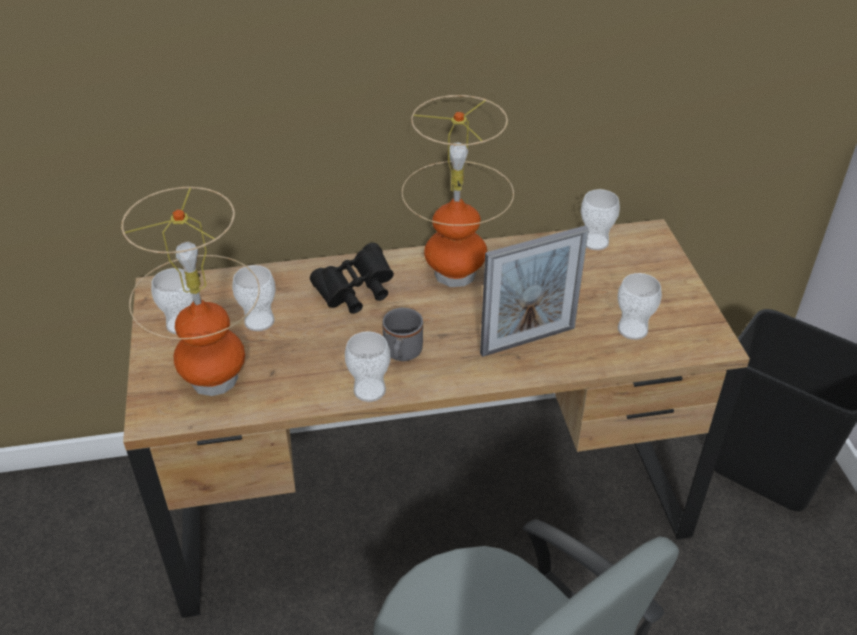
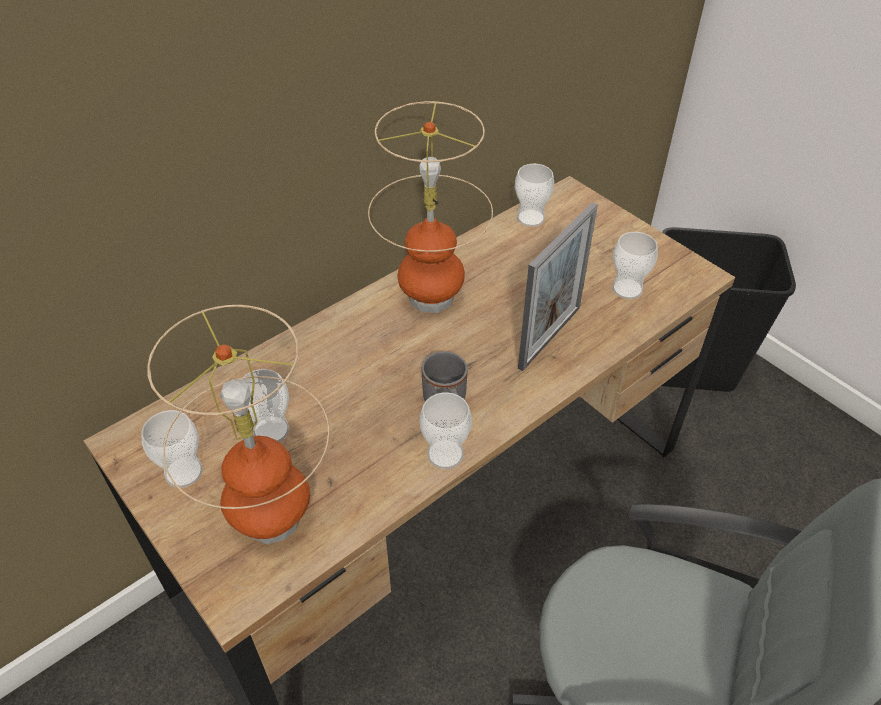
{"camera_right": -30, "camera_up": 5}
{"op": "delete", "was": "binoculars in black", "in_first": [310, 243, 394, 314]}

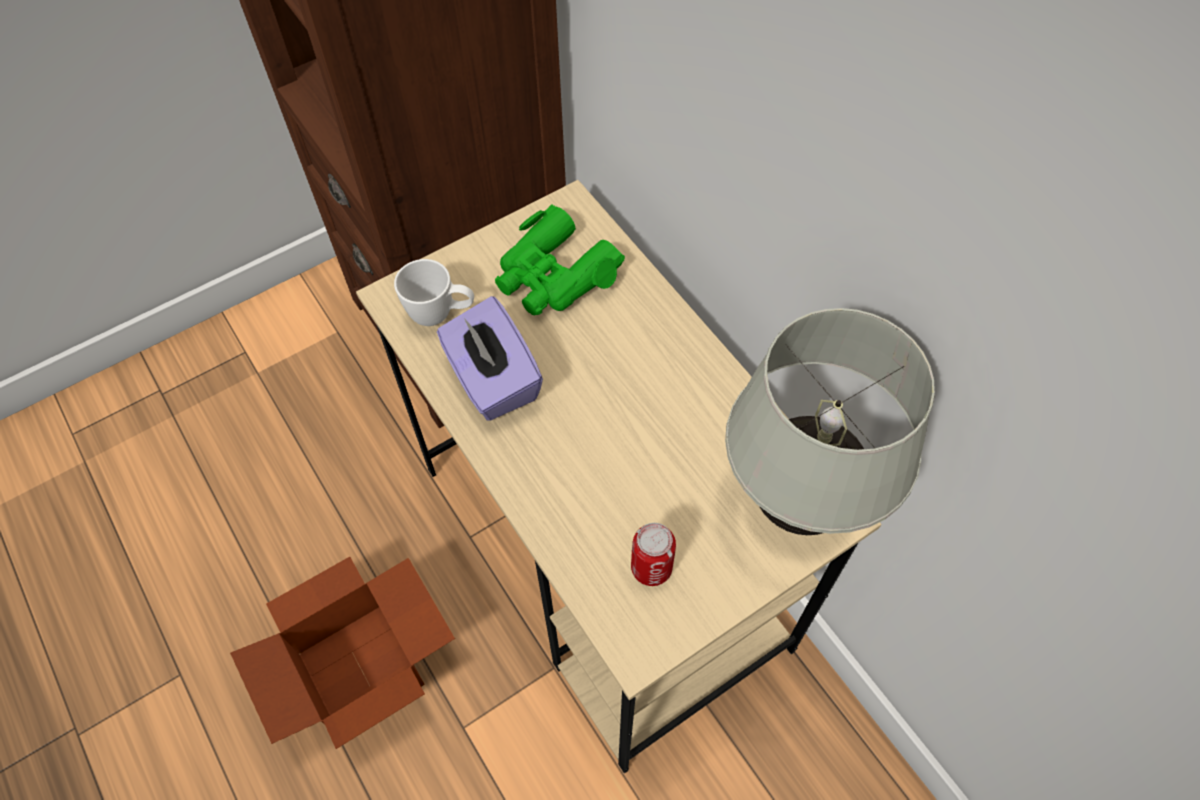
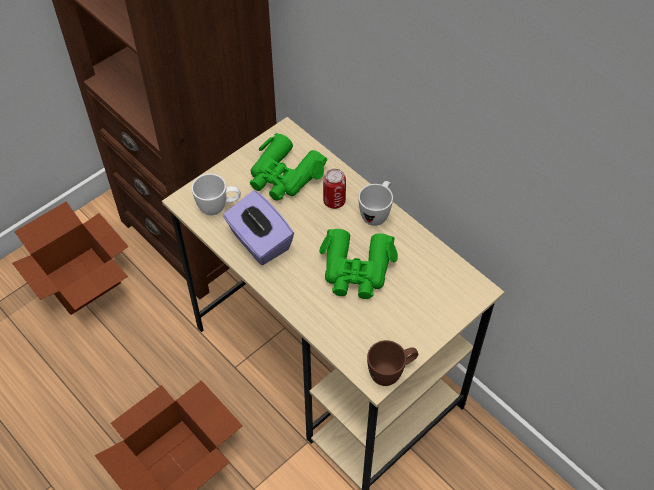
{"camera_right": -10, "camera_up": -5}
{"op": "delete", "was": "table lamp in white", "in_first": [725, 308, 935, 535]}
{"op": "move", "was": "can", "in_first": [631, 523, 676, 586], "in_second": [323, 168, 346, 209]}
{"op": "insert", "now": "mug in white", "in_second": [358, 181, 393, 226]}
{"op": "insert", "now": "cardboard box", "in_second": [12, 201, 129, 315]}
{"op": "insert", "now": "binoculars in green", "in_second": [319, 229, 398, 299]}
{"op": "insert", "now": "mug in brown", "in_second": [367, 340, 418, 386]}

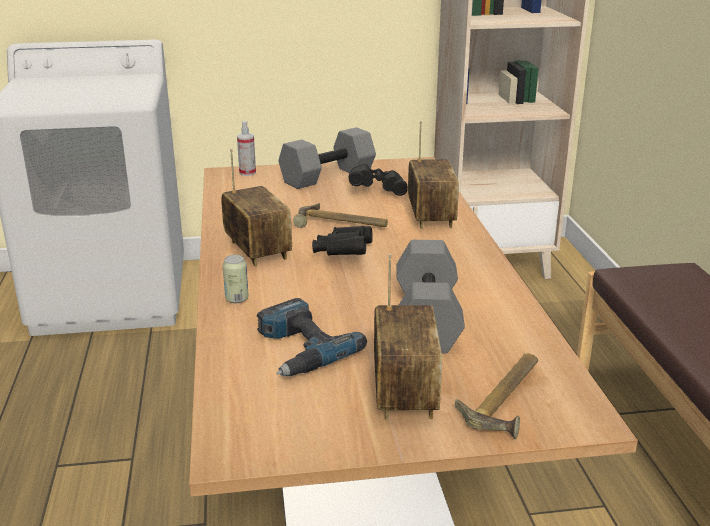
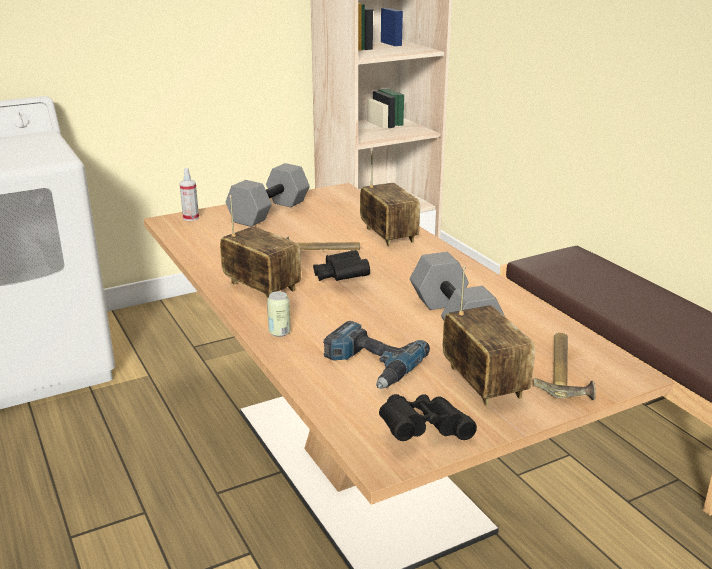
{"camera_right": -20, "camera_up": 0}
{"op": "move", "was": "binoculars in black", "in_first": [348, 164, 408, 196], "in_second": [379, 394, 477, 441]}

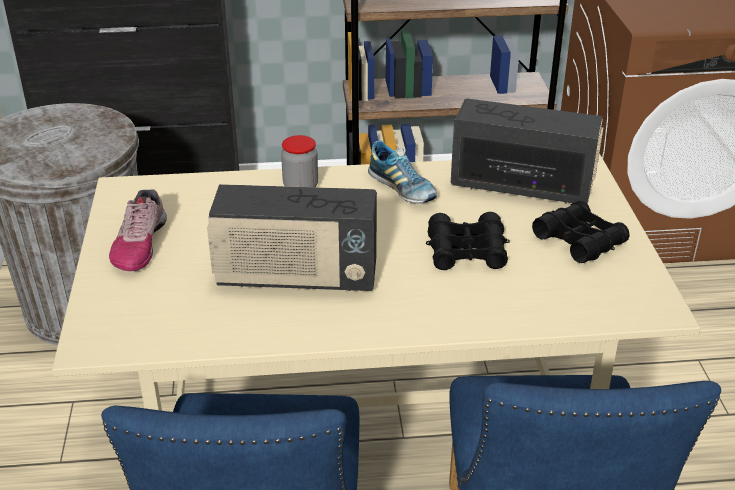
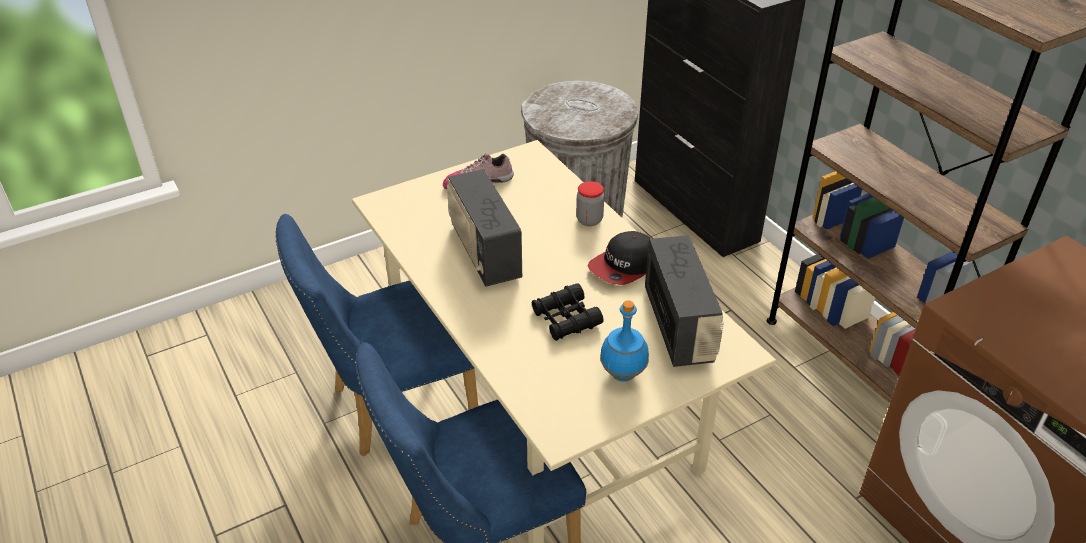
{"camera_right": 65, "camera_up": 5}
{"op": "replace", "was": "shoe", "now": "cap", "in_first": [368, 141, 437, 203], "in_second": [588, 231, 651, 285]}
{"op": "replace", "was": "binoculars in black", "now": "bottle in blue", "in_first": [532, 200, 630, 263], "in_second": [600, 301, 649, 382]}

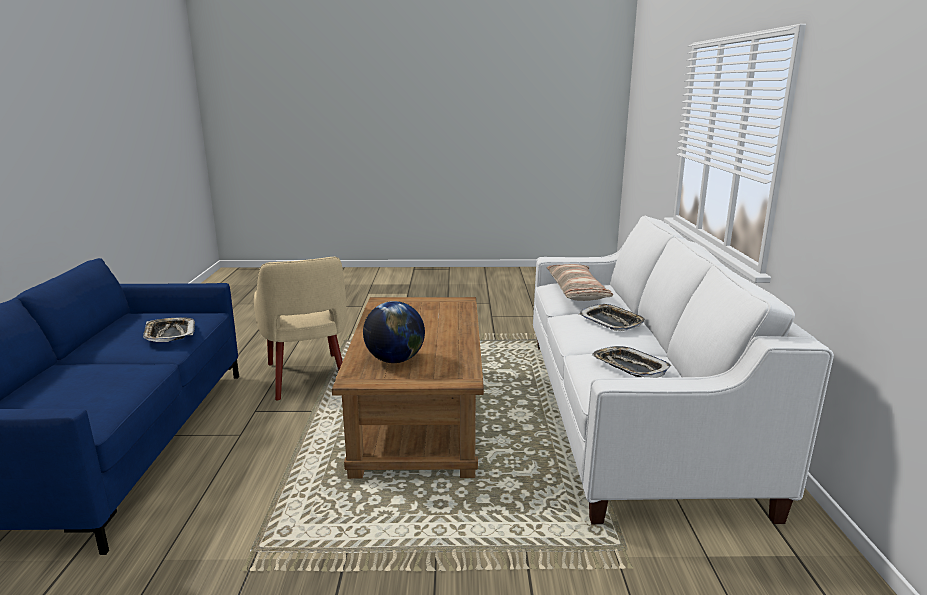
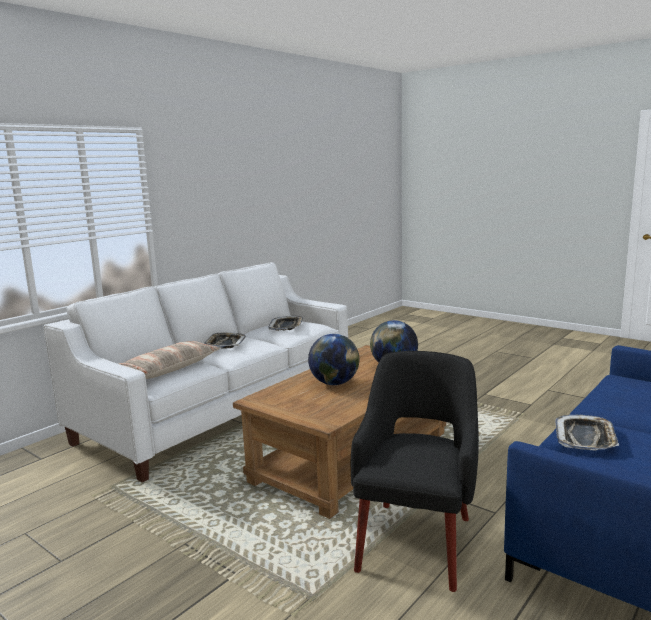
{"camera_right": -140, "camera_up": -5}
{"op": "recolor", "was": "armchair in beige", "now": "armchair in black", "in_first": [254, 257, 346, 400], "in_second": [351, 351, 479, 592]}
{"op": "insert", "now": "globe", "in_second": [308, 334, 359, 385]}

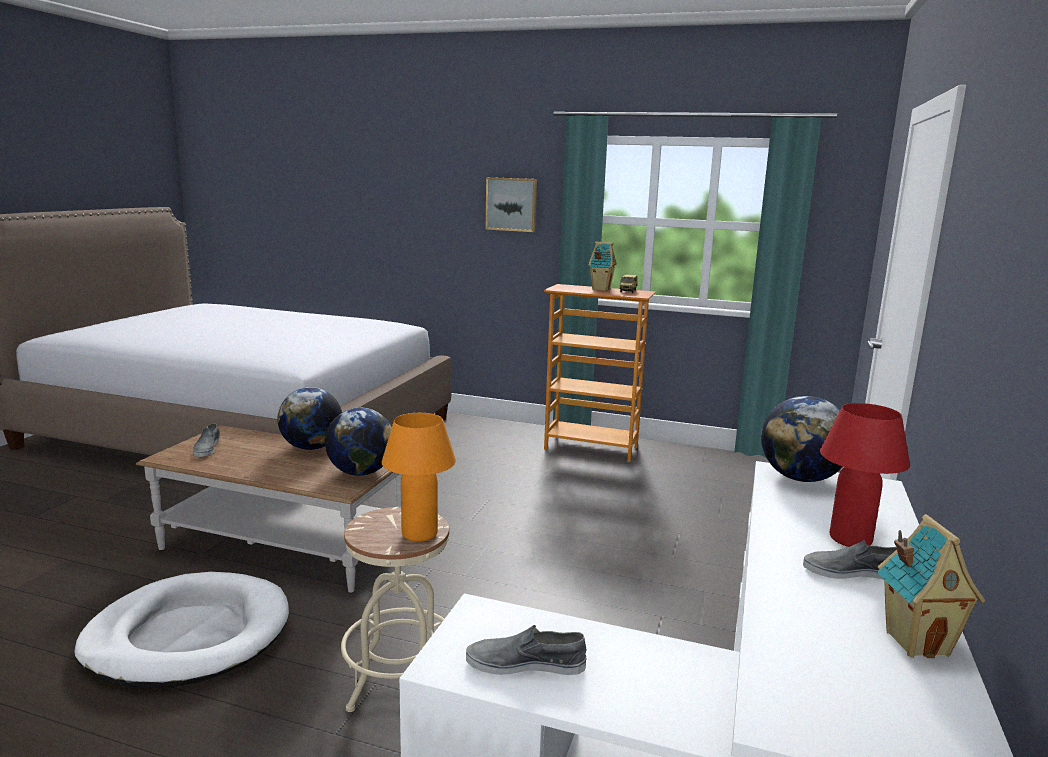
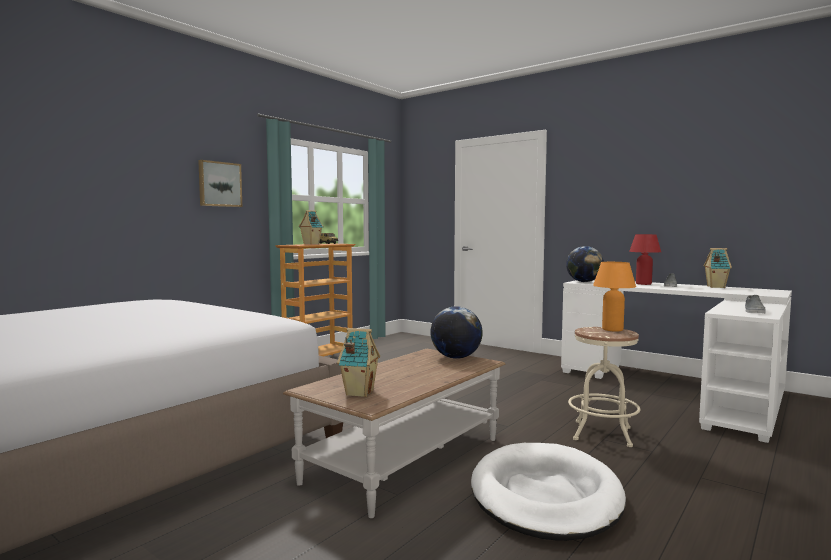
{"camera_right": -70, "camera_up": -10}
{"op": "delete", "was": "globe", "in_first": [277, 387, 342, 450]}
{"op": "replace", "was": "shoe in grey", "now": "toy house", "in_first": [193, 423, 220, 457], "in_second": [337, 328, 380, 397]}

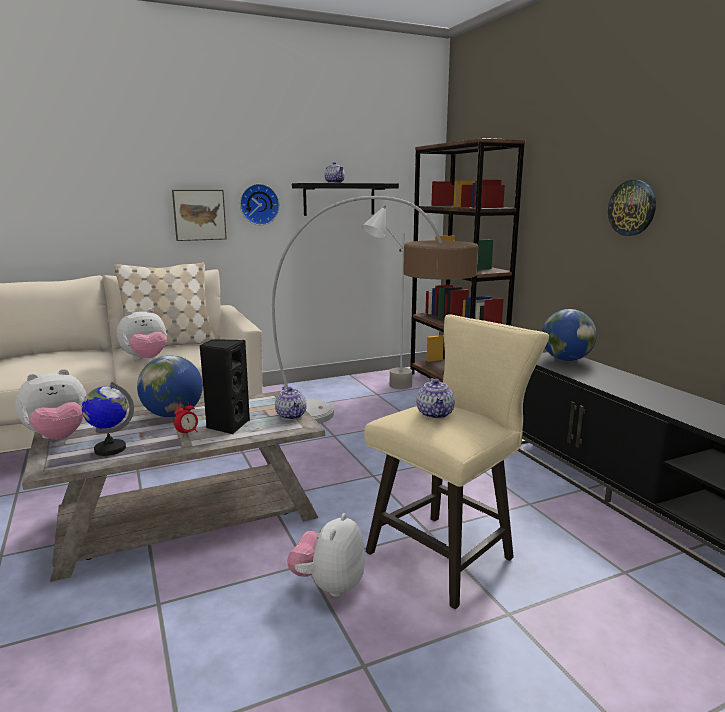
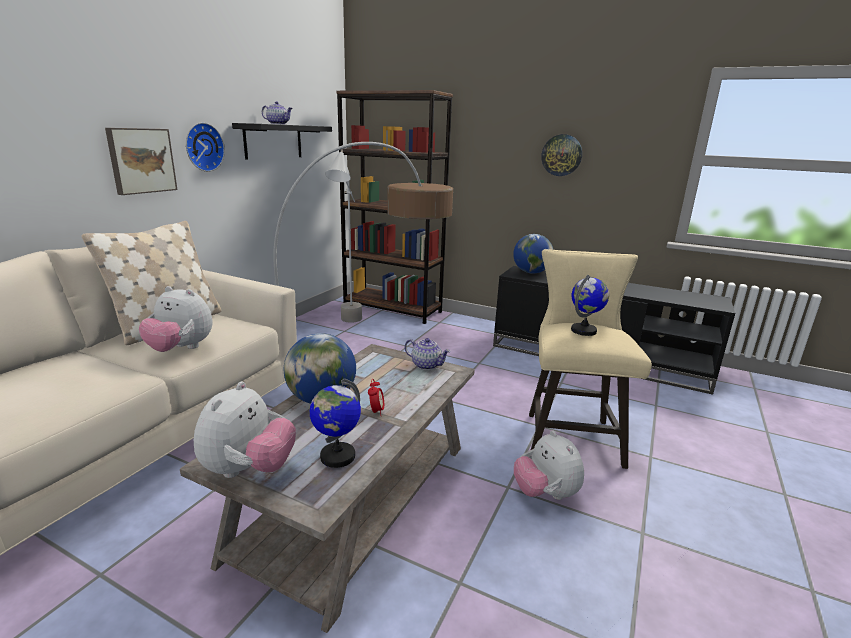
{"camera_right": -40, "camera_up": 5}
{"op": "rotate", "was": "plush toy", "in_first": [117, 309, 167, 360], "in_second": [139, 286, 212, 352], "clockwise": 90}
{"op": "delete", "was": "speaker in black", "in_first": [199, 339, 250, 434]}
{"op": "replace", "was": "teapot", "now": "globe", "in_first": [417, 378, 455, 419], "in_second": [571, 275, 609, 336]}

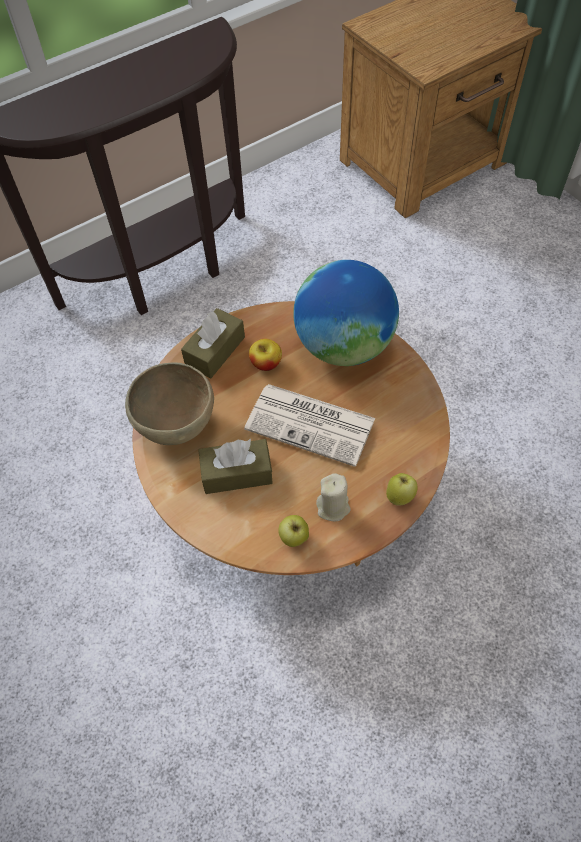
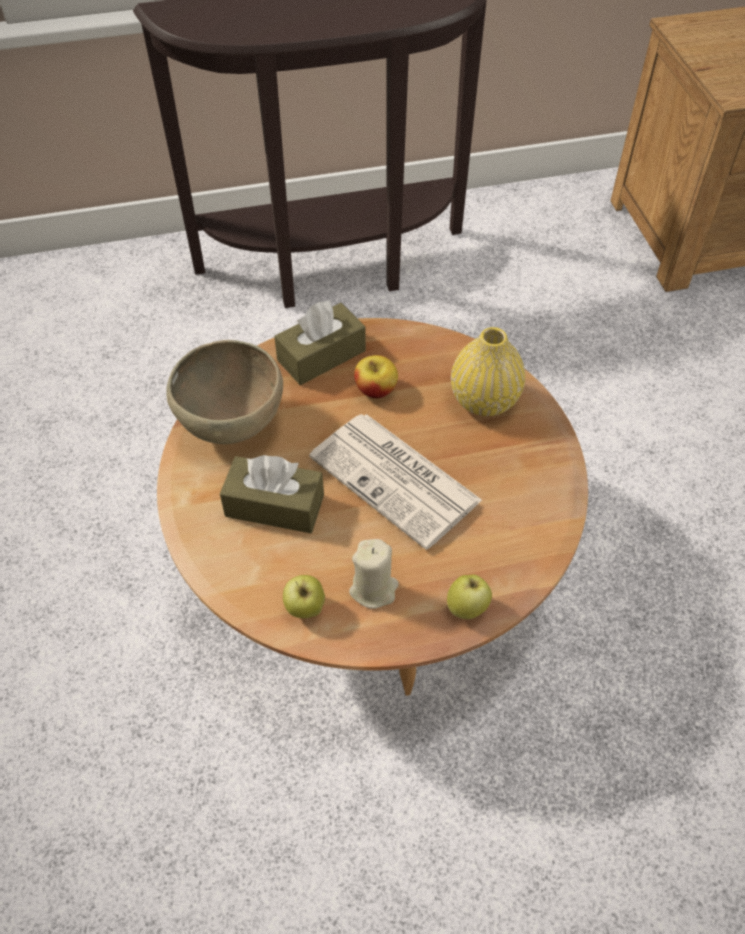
{"camera_right": 20, "camera_up": -5}
{"op": "replace", "was": "globe", "now": "vase in yellow", "in_first": [293, 260, 399, 366], "in_second": [451, 327, 525, 416]}

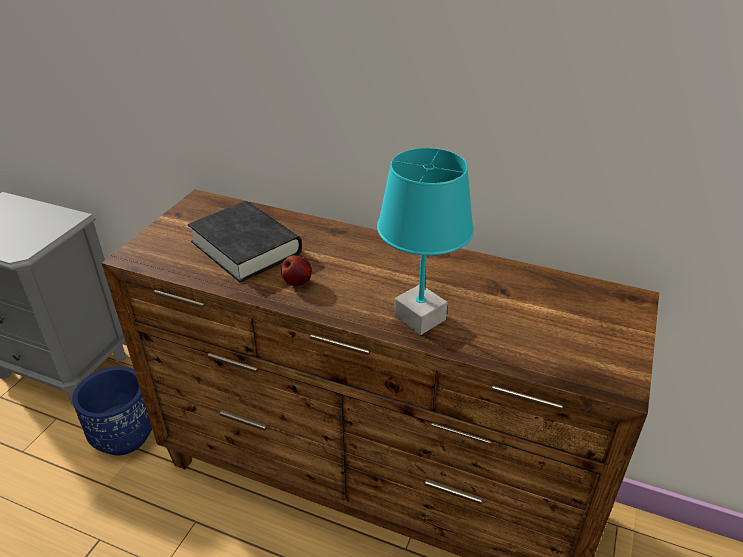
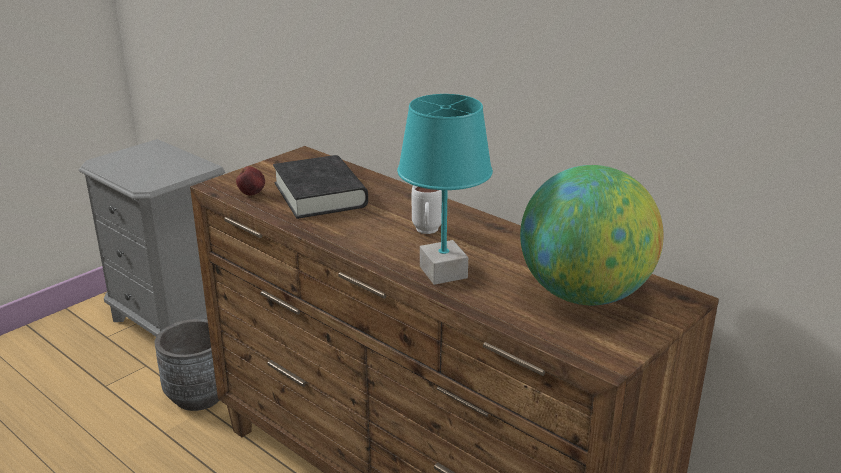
{"camera_right": 20, "camera_up": -10}
{"op": "move", "was": "apple", "in_first": [281, 255, 312, 286], "in_second": [236, 166, 265, 195]}
{"op": "recolor", "was": "planter in blue", "now": "planter in grey", "in_first": [72, 366, 152, 455], "in_second": [155, 319, 220, 411]}
{"op": "insert", "now": "globe", "in_second": [520, 165, 664, 305]}
{"op": "insert", "now": "mug in white", "in_second": [412, 185, 442, 234]}

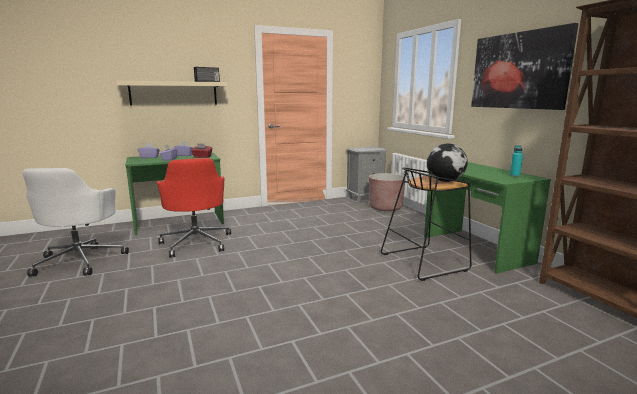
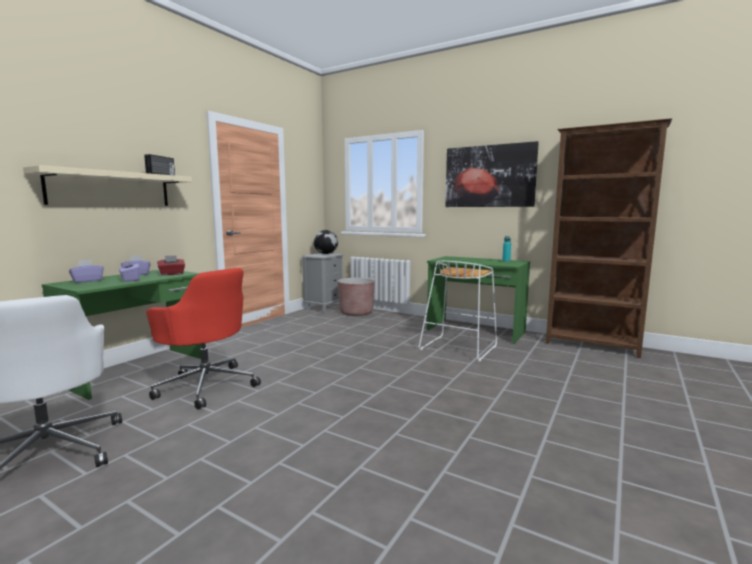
{"camera_right": -35, "camera_up": -5}
{"op": "move", "was": "globe", "in_first": [427, 143, 468, 182], "in_second": [314, 230, 338, 254]}
{"op": "recolor", "was": "stool in black", "now": "stool in white", "in_first": [381, 168, 472, 281], "in_second": [419, 261, 497, 362]}

